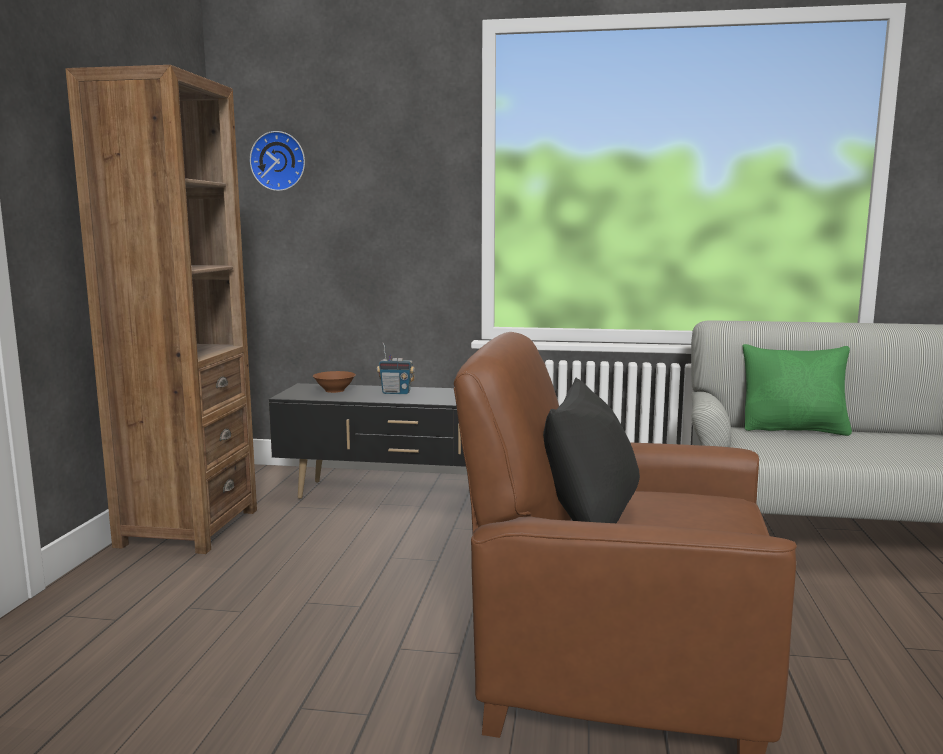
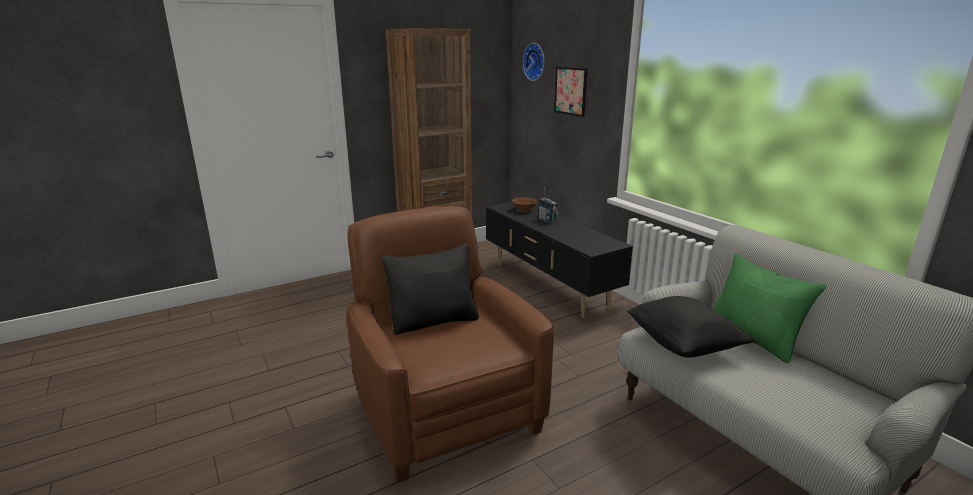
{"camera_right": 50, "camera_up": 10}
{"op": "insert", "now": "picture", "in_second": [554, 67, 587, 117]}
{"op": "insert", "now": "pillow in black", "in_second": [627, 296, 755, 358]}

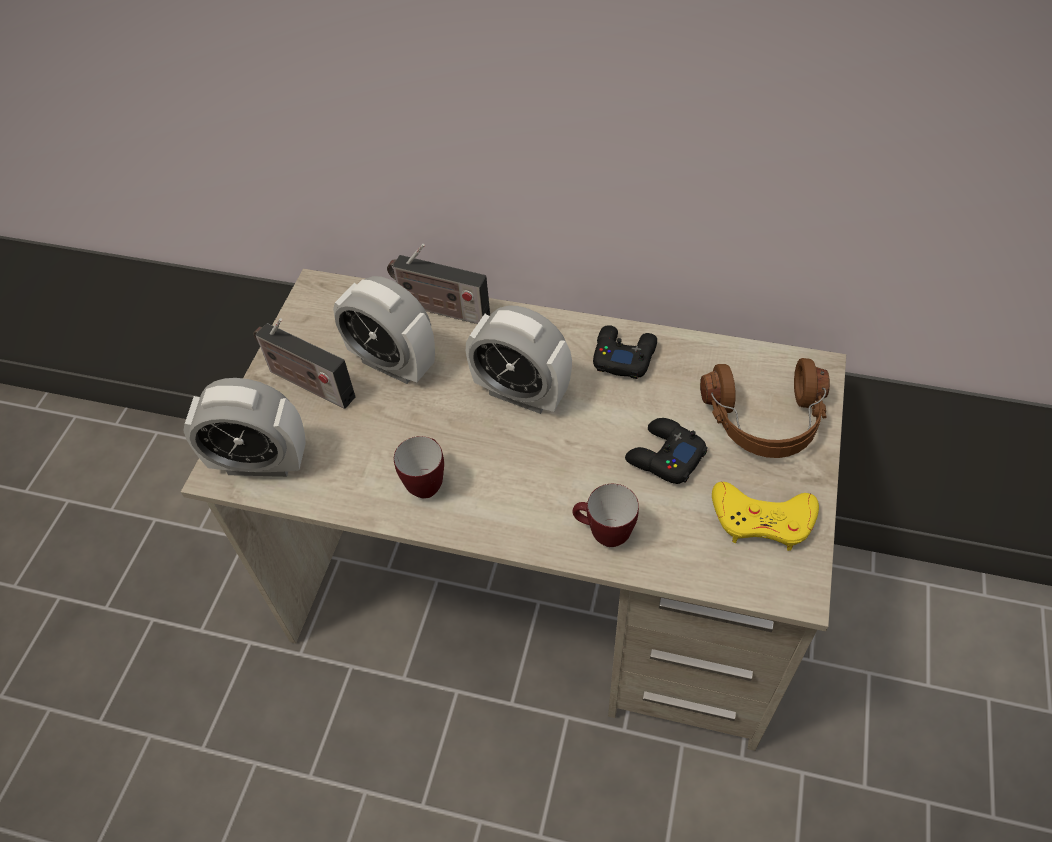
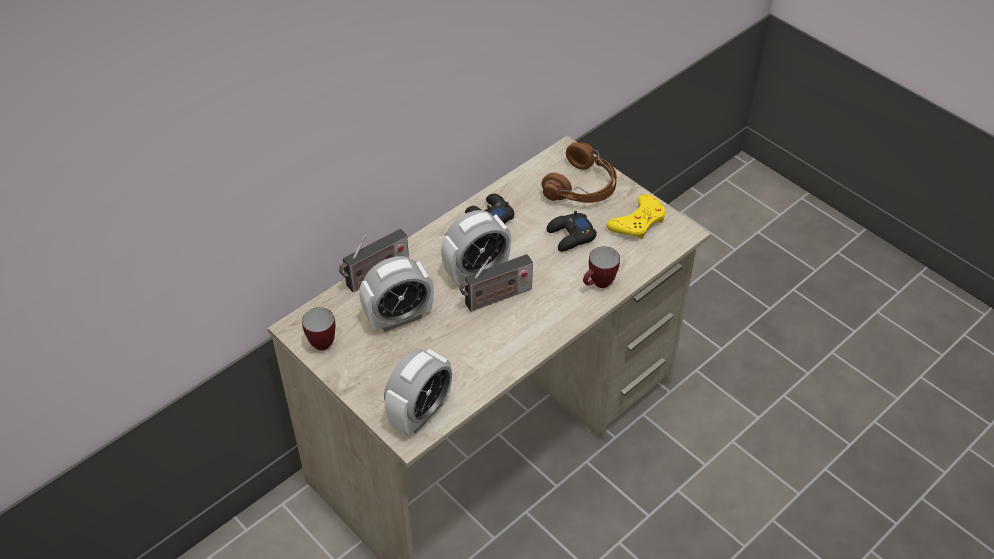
{"camera_right": -60, "camera_up": -5}
{"op": "move", "was": "radio", "in_first": [253, 318, 356, 409], "in_second": [459, 254, 533, 312]}
{"op": "move", "was": "mug", "in_first": [394, 436, 444, 499], "in_second": [302, 307, 335, 351]}

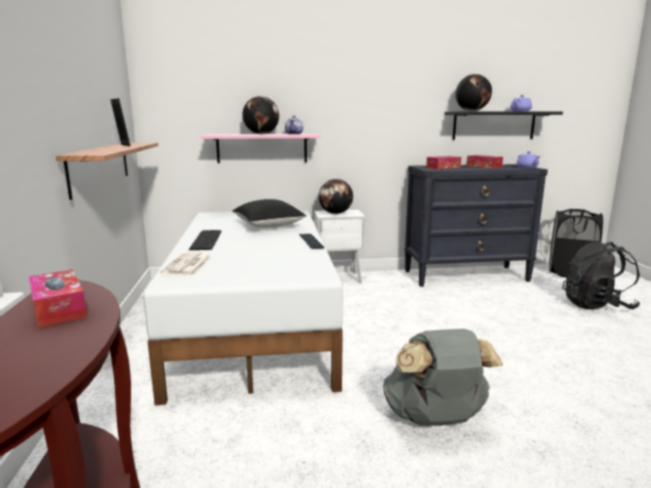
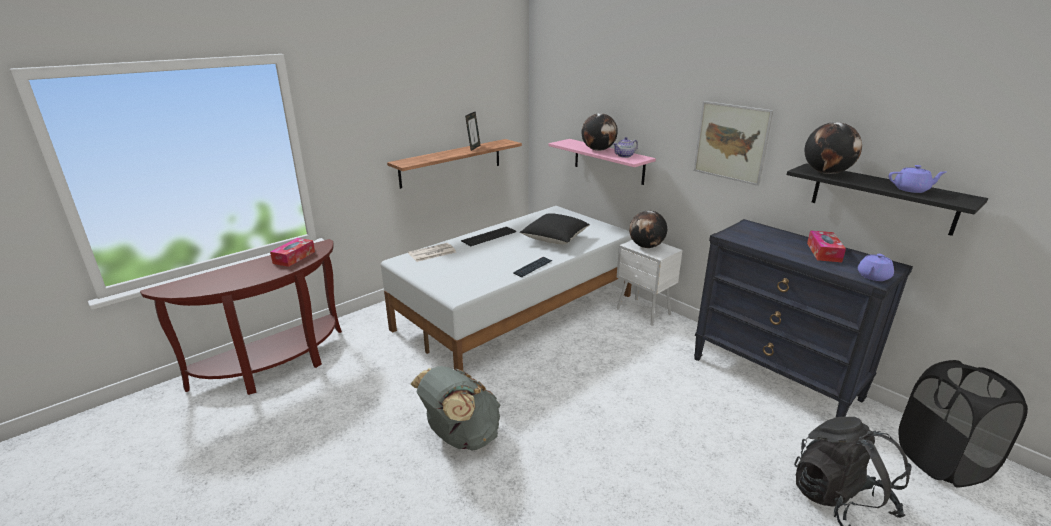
{"camera_right": 55, "camera_up": 10}
{"op": "delete", "was": "tissue box", "in_first": [426, 156, 461, 169]}
{"op": "insert", "now": "picture", "in_second": [694, 101, 773, 186]}

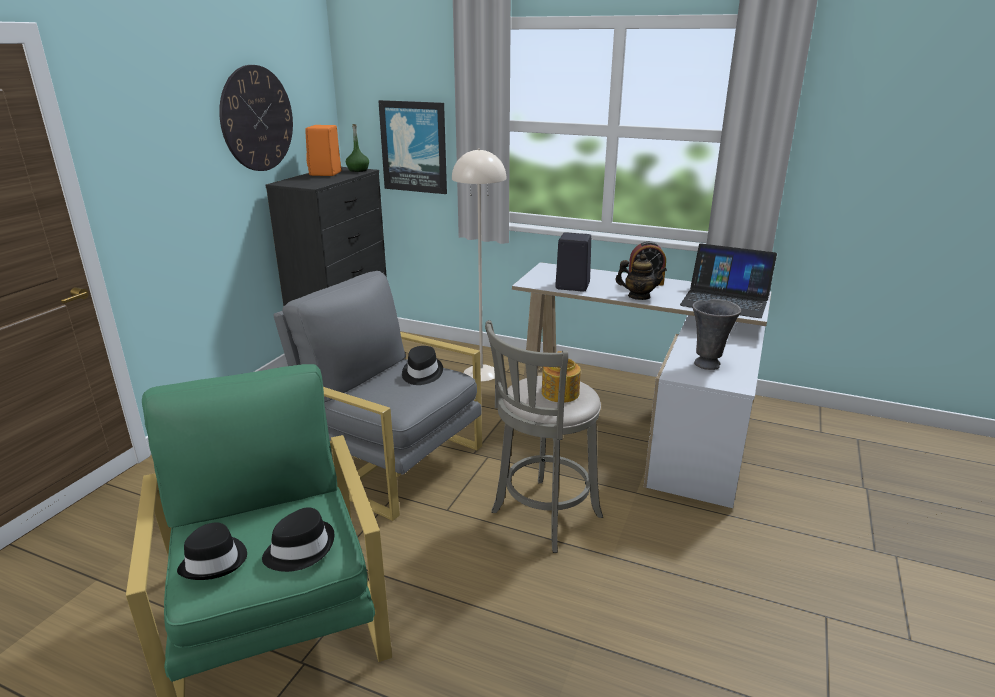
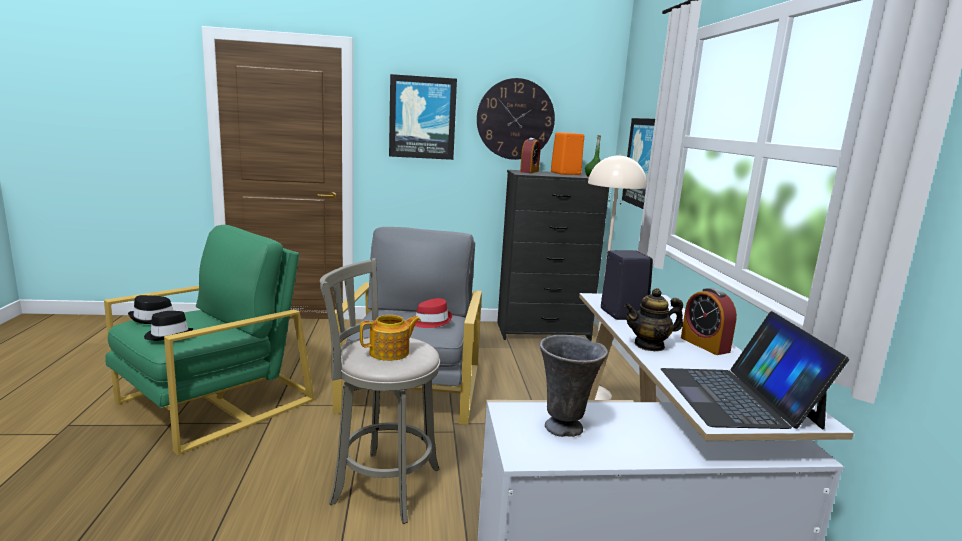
{"camera_right": 60, "camera_up": -10}
{"op": "rotate", "was": "teapot", "in_first": [615, 254, 667, 300], "in_second": [624, 288, 683, 351], "clockwise": 90}
{"op": "recolor", "was": "hat in black", "now": "hat in red", "in_first": [402, 346, 443, 385], "in_second": [415, 298, 452, 328]}
{"op": "insert", "now": "picture", "in_second": [389, 74, 457, 160]}
{"op": "insert", "now": "alarm clock", "in_second": [520, 138, 540, 173]}

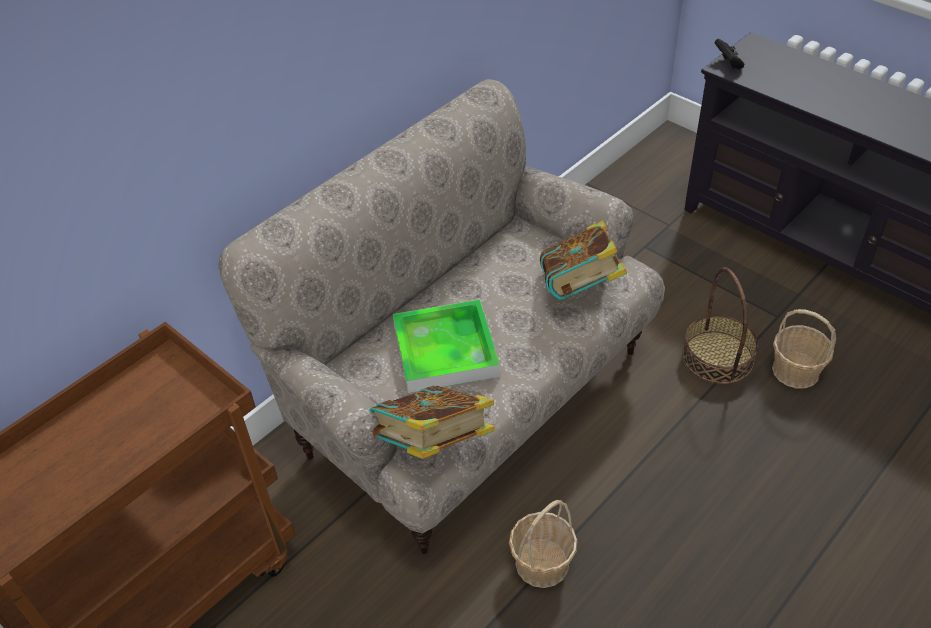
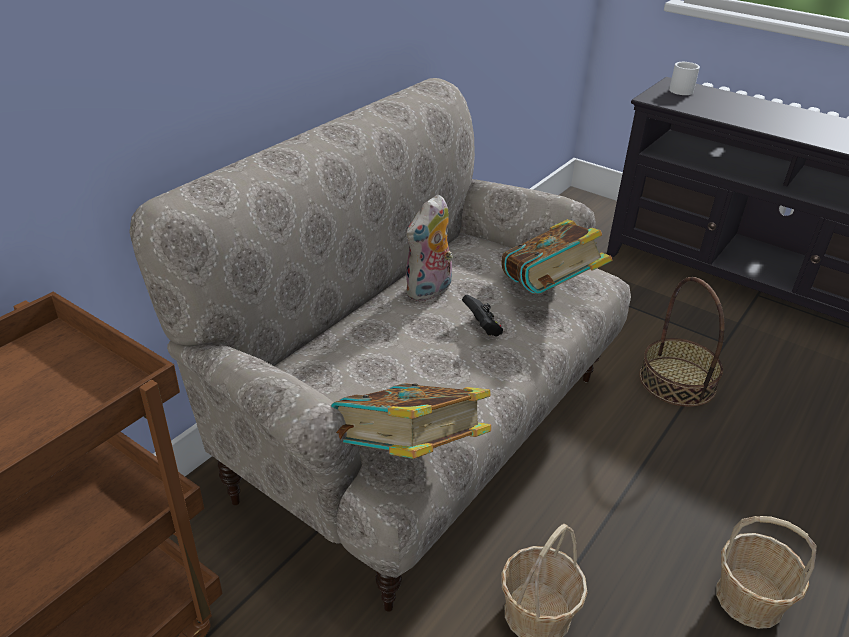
{"camera_right": -10, "camera_up": -10}
{"op": "move", "was": "game controller in black", "in_first": [714, 39, 744, 69], "in_second": [462, 295, 503, 337]}
{"op": "delete", "was": "tray", "in_first": [393, 299, 500, 393]}
{"op": "move", "was": "basket", "in_first": [772, 309, 836, 388], "in_second": [716, 516, 817, 629]}
{"op": "insert", "now": "mug in white", "in_second": [669, 62, 700, 95]}
{"op": "insert", "now": "plush toy", "in_second": [405, 194, 453, 302]}

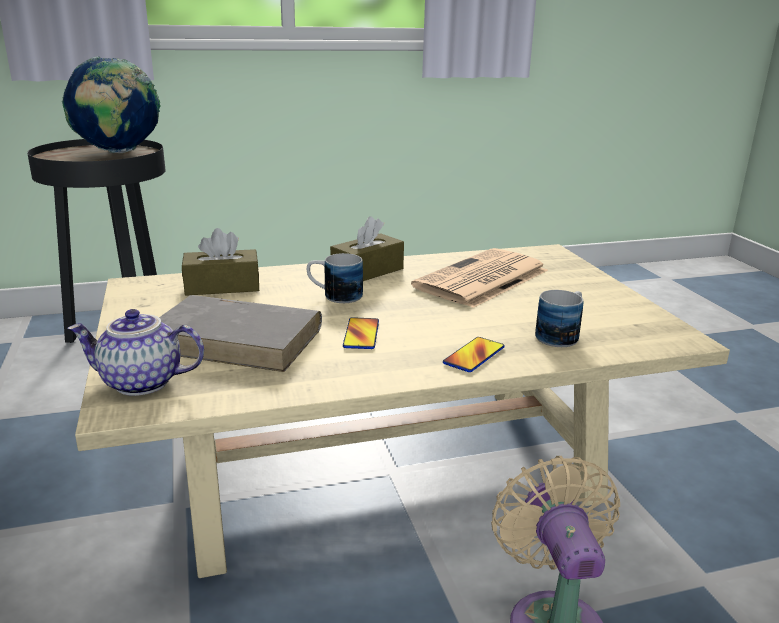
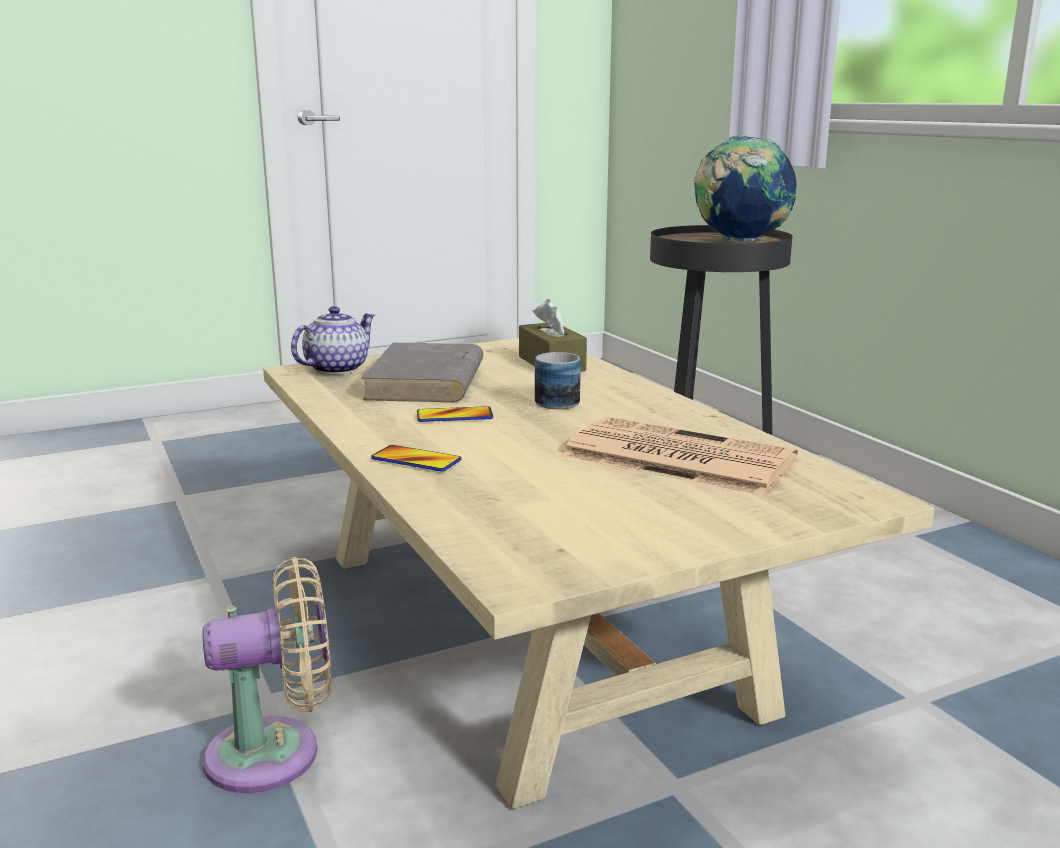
{"camera_right": 80, "camera_up": -5}
{"op": "delete", "was": "tissue box in brown", "in_first": [330, 216, 404, 281]}
{"op": "delete", "was": "mug", "in_first": [535, 290, 583, 347]}
{"op": "rotate", "was": "teapot", "in_first": [67, 309, 204, 396], "in_second": [291, 306, 375, 375], "clockwise": 45}

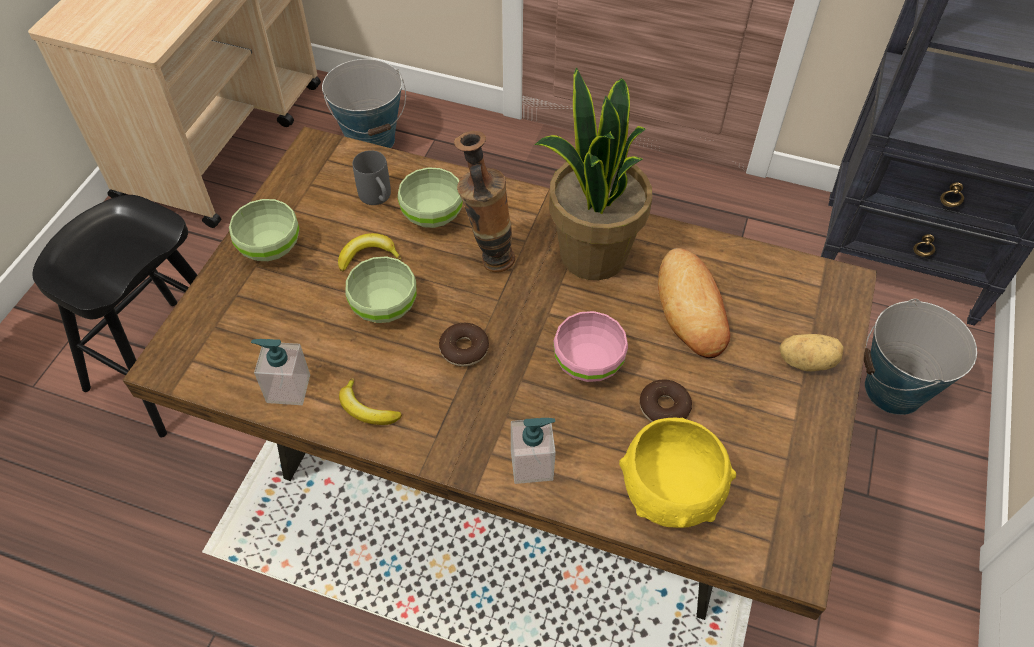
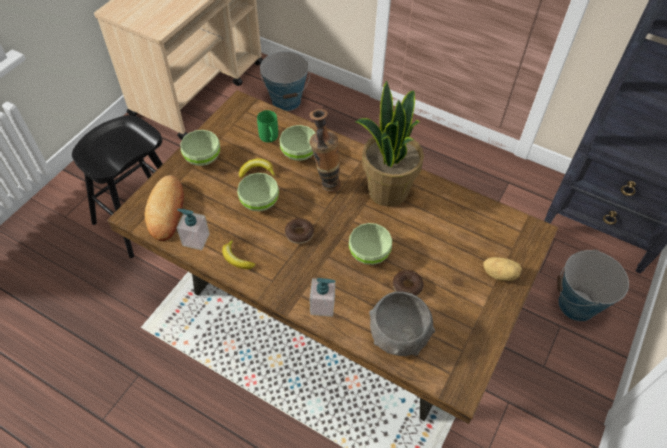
{"camera_right": 10, "camera_up": 0}
{"op": "recolor", "was": "mug in grey", "now": "mug in green", "in_first": [353, 150, 391, 205], "in_second": [257, 110, 278, 142]}
{"op": "move", "was": "bread", "in_first": [658, 248, 730, 358], "in_second": [144, 175, 184, 241]}
{"op": "recolor", "was": "bowl in pink", "now": "bowl in green", "in_first": [553, 311, 628, 382], "in_second": [349, 223, 392, 265]}
{"op": "recolor", "was": "bowl in yellow", "now": "bowl in grey", "in_first": [619, 417, 736, 528], "in_second": [369, 291, 435, 356]}

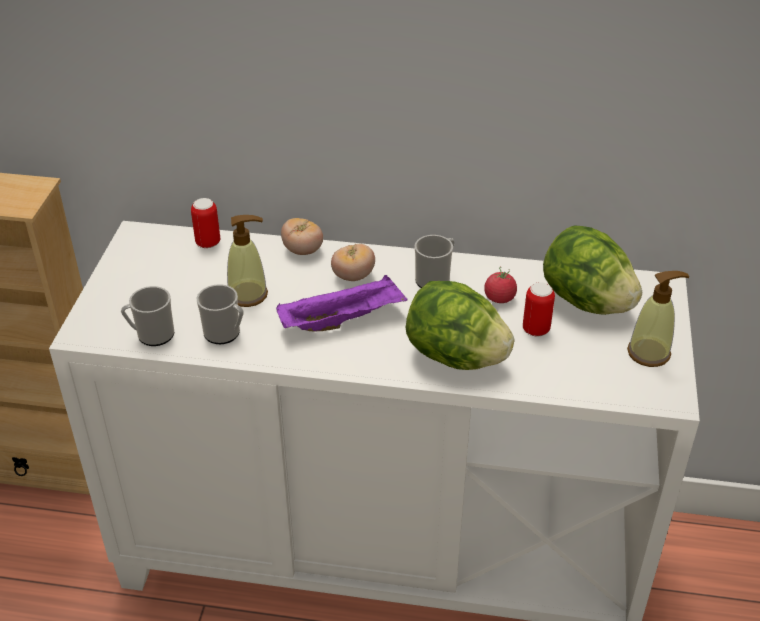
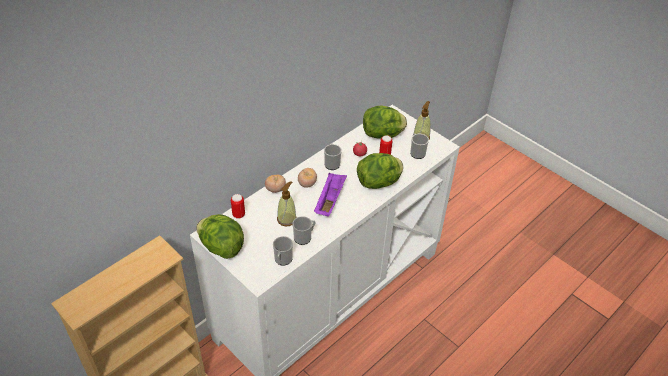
{"camera_right": -55, "camera_up": 5}
{"op": "insert", "now": "mug", "in_second": [410, 133, 429, 159]}
{"op": "insert", "now": "lettuce", "in_second": [196, 214, 244, 259]}

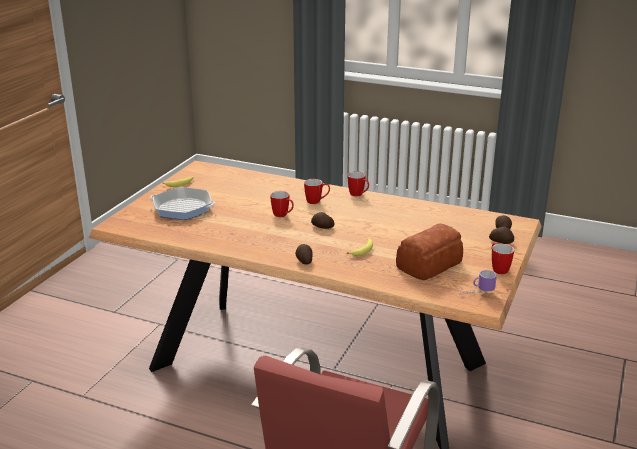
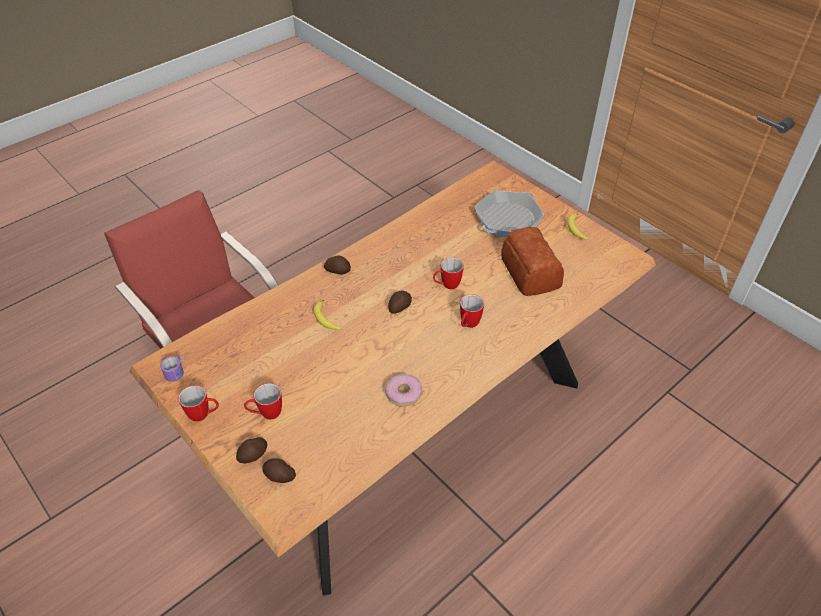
{"camera_right": 115, "camera_up": 20}
{"op": "move", "was": "mug", "in_first": [348, 172, 369, 197], "in_second": [244, 383, 282, 419]}
{"op": "move", "was": "bread", "in_first": [396, 223, 463, 280], "in_second": [501, 227, 564, 296]}
{"op": "insert", "now": "donut", "in_second": [386, 374, 422, 407]}

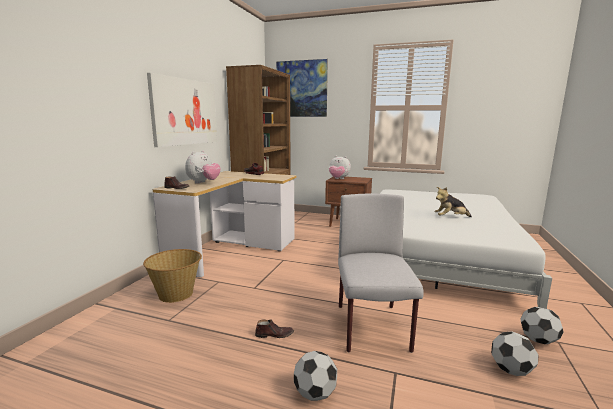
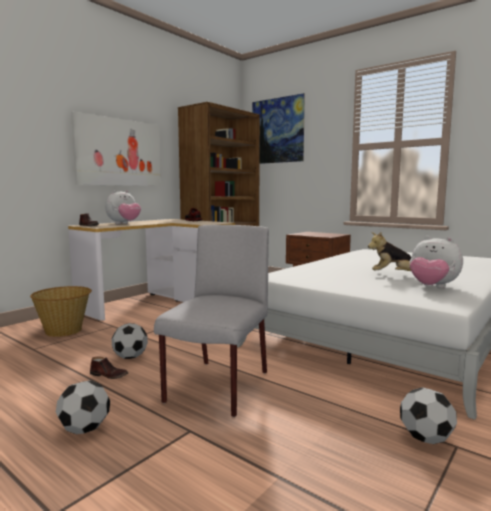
{"camera_right": 20, "camera_up": -5}
{"op": "move", "was": "plush toy", "in_first": [329, 156, 351, 179], "in_second": [410, 236, 463, 288]}
{"op": "move", "was": "football", "in_first": [491, 331, 539, 376], "in_second": [112, 323, 148, 359]}

